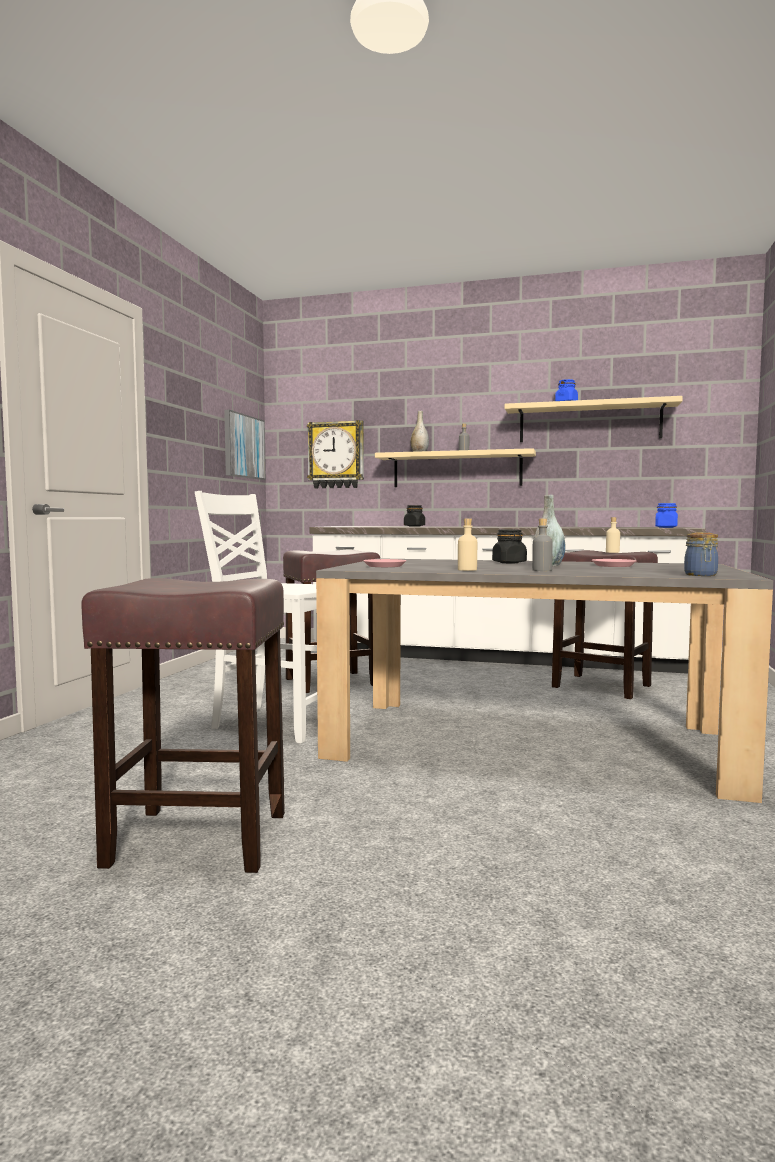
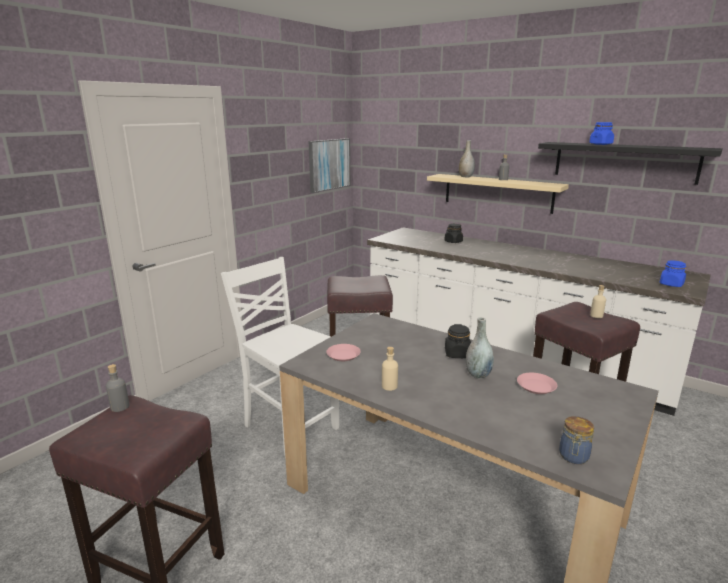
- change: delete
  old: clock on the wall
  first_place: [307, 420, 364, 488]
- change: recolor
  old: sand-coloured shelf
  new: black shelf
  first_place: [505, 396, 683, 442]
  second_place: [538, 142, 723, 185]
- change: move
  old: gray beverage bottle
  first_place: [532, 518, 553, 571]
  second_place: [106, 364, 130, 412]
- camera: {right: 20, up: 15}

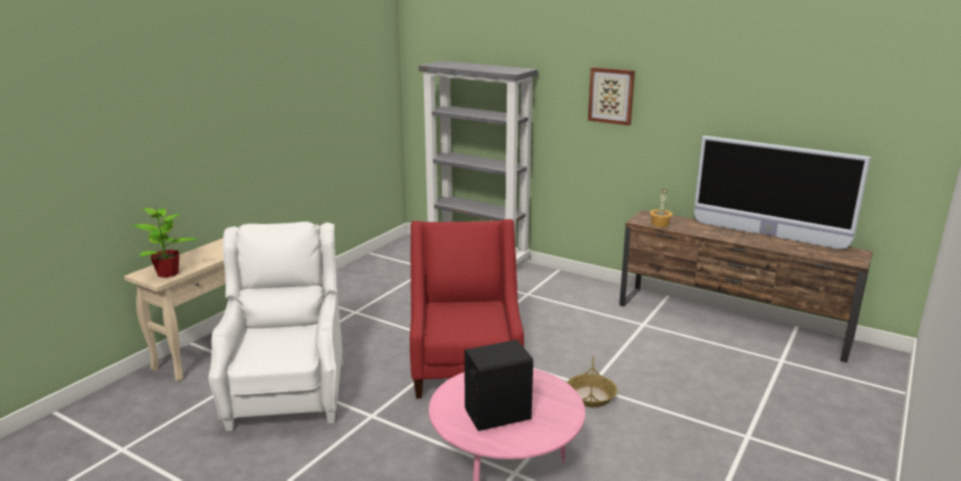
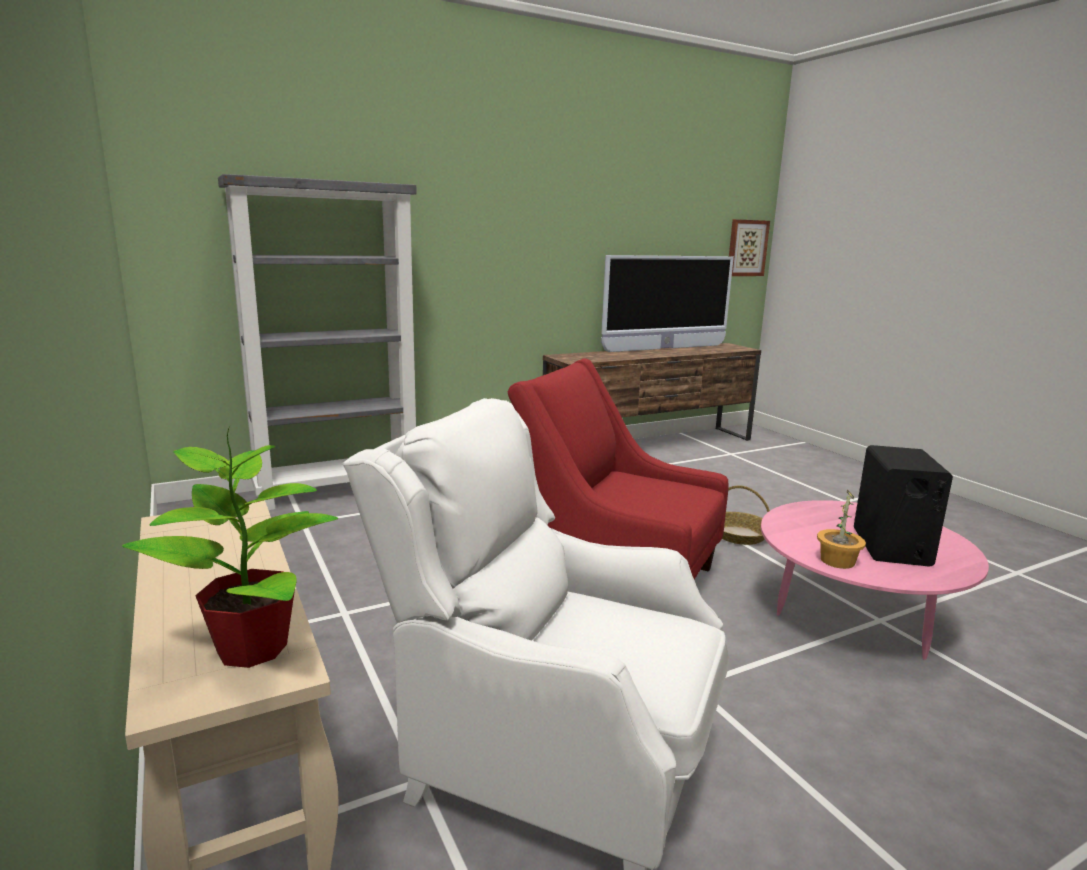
- change: move
  old: wall picture
  first_place: [588, 67, 635, 126]
  second_place: [729, 219, 770, 276]
- change: move
  old: houseplant
  first_place: [650, 189, 672, 227]
  second_place: [817, 489, 866, 569]
- camera: {right: -60, up: -5}

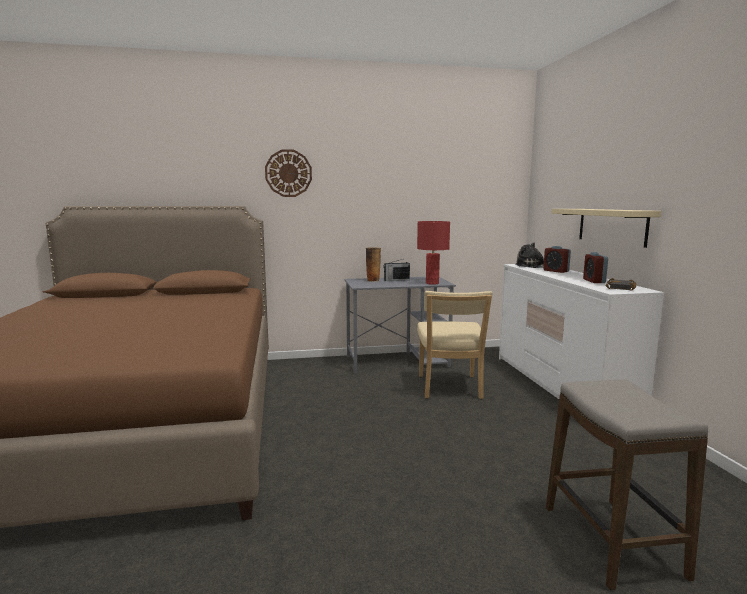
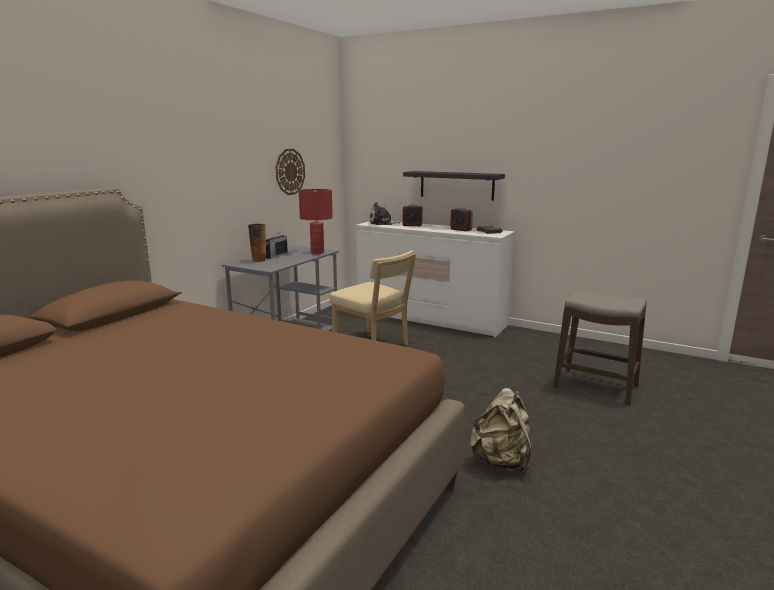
- change: move
  old: clock on the wall
  first_place: [265, 149, 312, 197]
  second_place: [276, 149, 305, 195]
- change: recolor
  old: sand-coloured shelf
  new: black shelf
  first_place: [551, 209, 661, 248]
  second_place: [403, 171, 505, 201]
- change: insert
  new: sand-coloured rucksack
  second_place: [470, 388, 531, 473]
- camera: {right: -50, up: 5}

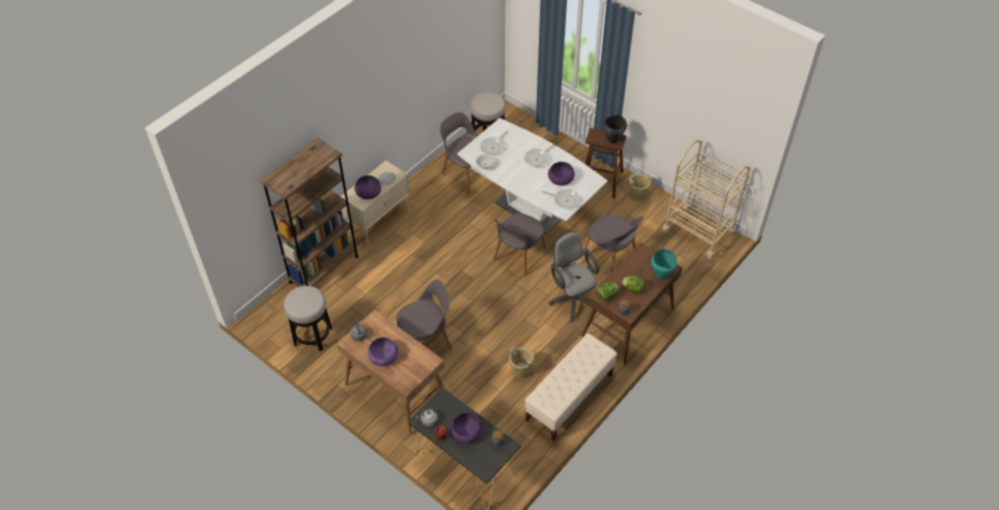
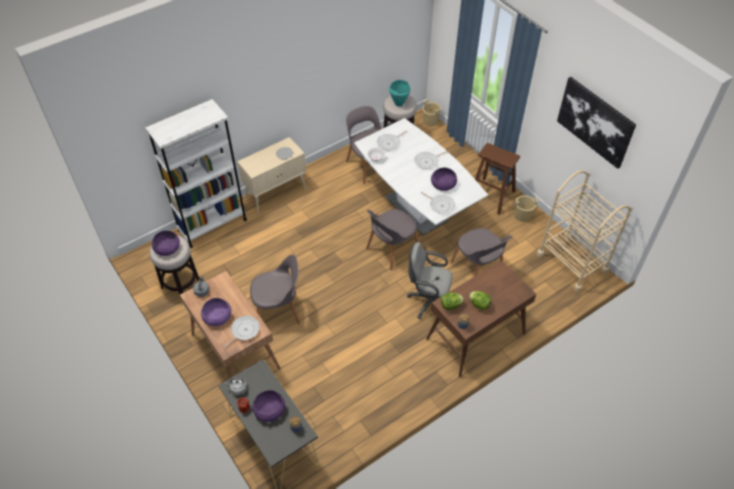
- change: recolor
  old: brown-coloured bookshelf
  new: white bookshelf
  first_place: [260, 138, 359, 287]
  second_place: [145, 99, 247, 248]
- change: move
  old: purple serving bowl
  first_place: [355, 175, 381, 199]
  second_place: [152, 230, 180, 256]
- change: move
  old: sand-coloured pail
  first_place: [509, 346, 534, 378]
  second_place: [422, 99, 441, 126]
- change: delete
  old: sand-coloured long seat
  first_place: [525, 333, 617, 441]
- change: rotate
  old: gray desk chair
  first_place: [549, 232, 599, 322]
  second_place: [407, 242, 452, 319]
  degrees: -60
- change: delete
  old: black saucepot
  first_place: [603, 115, 627, 143]
- change: move
  old: turquoise saucepot
  first_place: [651, 249, 677, 280]
  second_place: [389, 80, 410, 106]
- change: insert
  new: pan
  second_place: [223, 316, 260, 349]
- change: insert
  new: wall picture
  second_place: [557, 77, 636, 169]
- camera: {right: 15, up: 0}

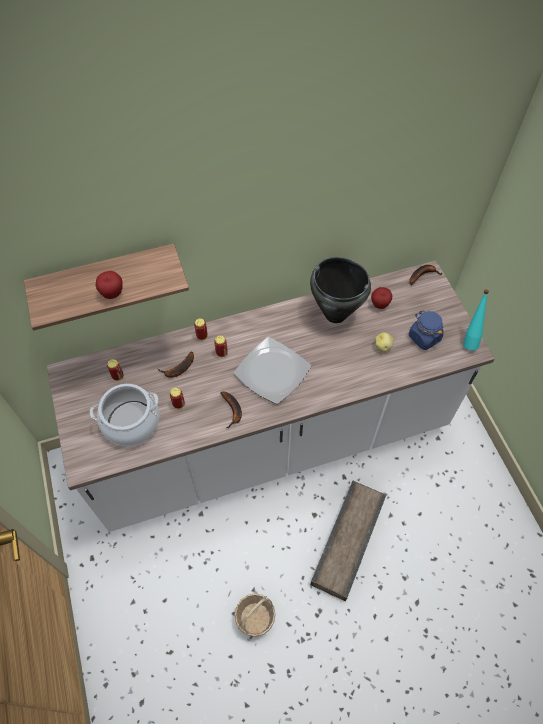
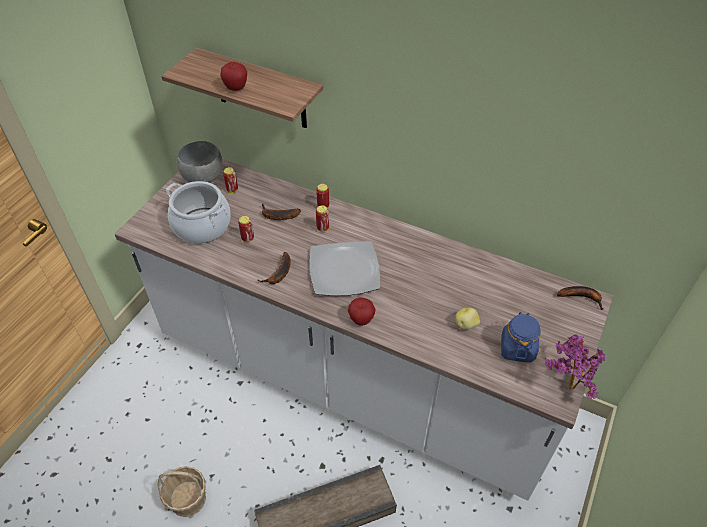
- change: delete
  old: black saucepot
  first_place: [310, 257, 371, 323]
- change: move
  old: apple fruit
  first_place: [371, 287, 392, 309]
  second_place: [348, 298, 375, 326]
- change: replace
  old: turquoise beverage bottle
  new: houseplant
  first_place: [463, 290, 489, 350]
  second_place: [545, 334, 605, 399]
- change: insert
  new: gray serving bowl
  second_place: [177, 141, 222, 183]
- camera: {right: 45, up: -10}

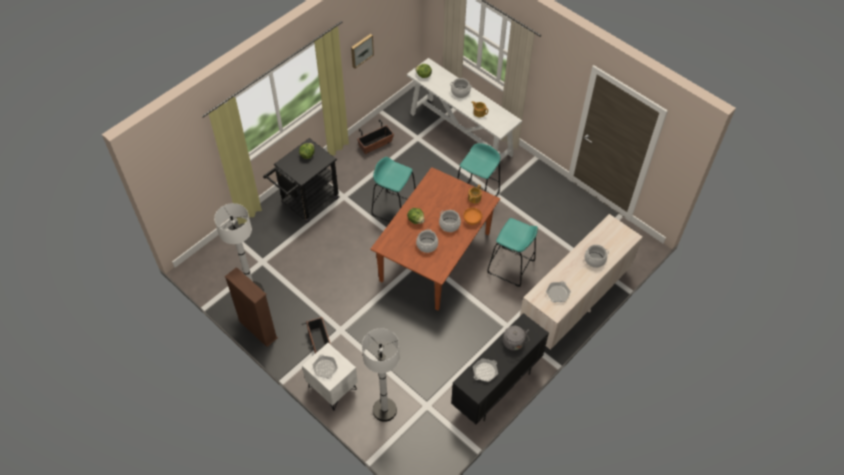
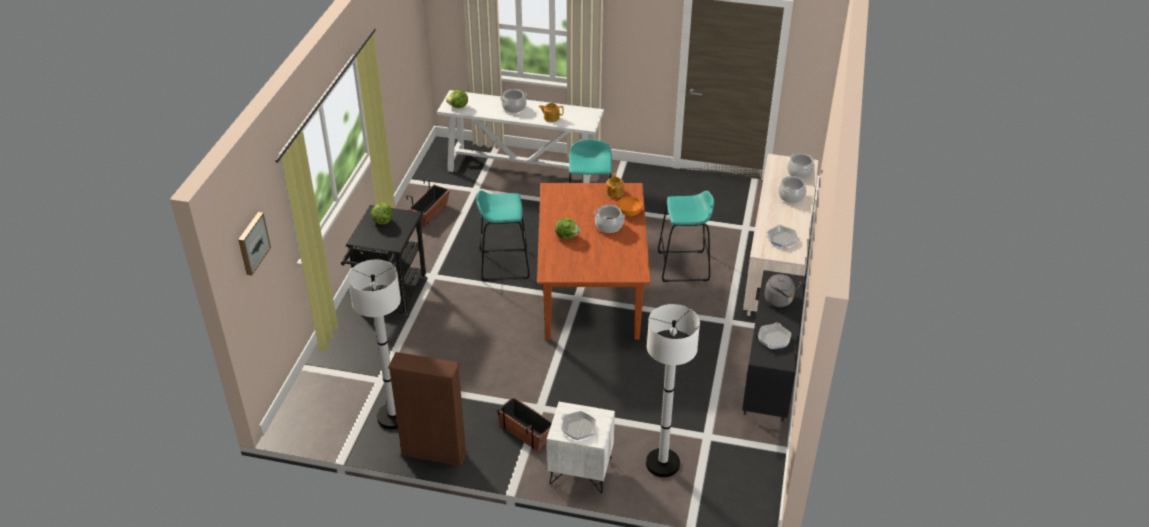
- change: move
  old: wall picture
  first_place: [351, 34, 374, 68]
  second_place: [238, 212, 271, 276]
- change: move
  old: saucepot
  first_place: [416, 229, 438, 253]
  second_place: [787, 153, 815, 179]
- camera: {right: -30, up: -15}

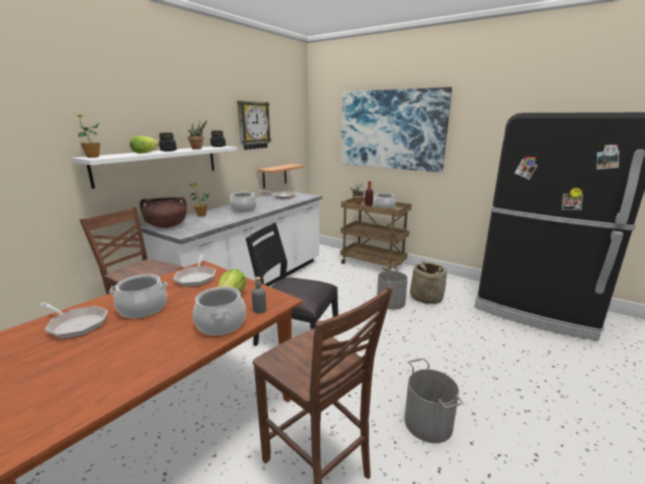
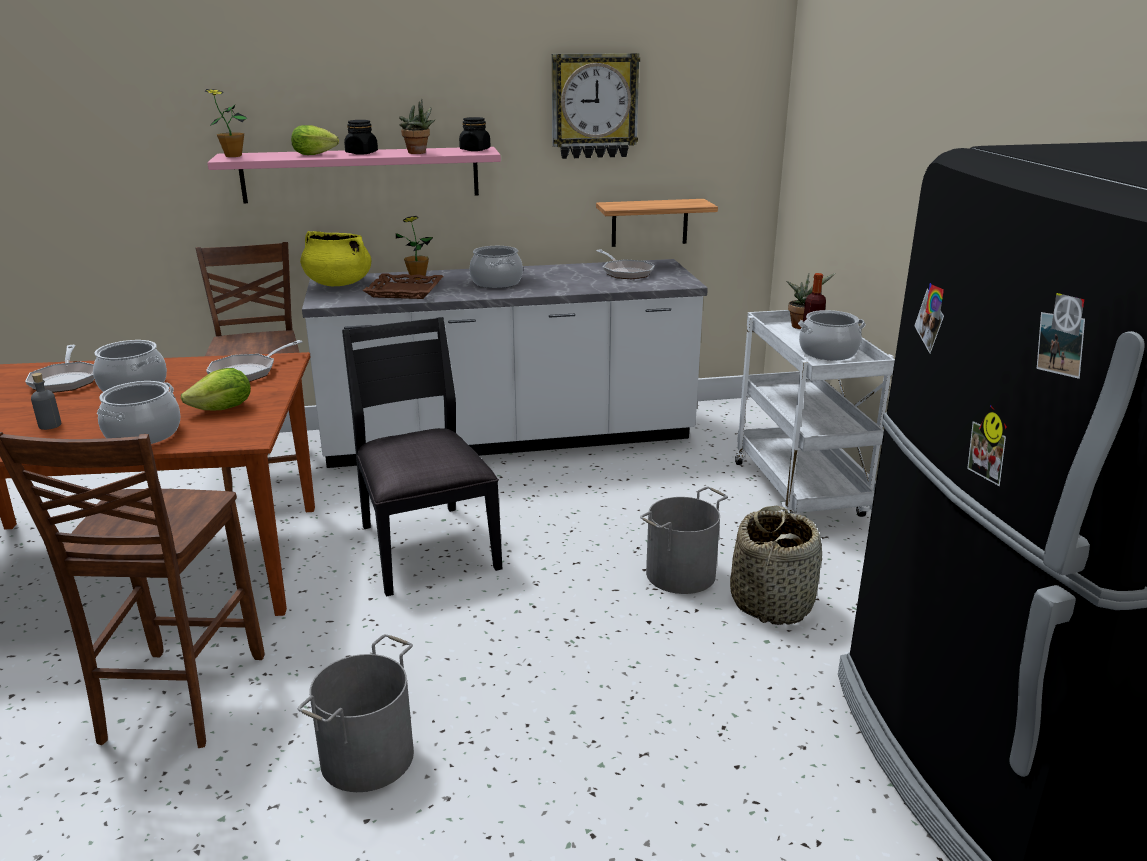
- change: recolor
  old: white shelf
  new: pink-coloured shelf
  first_place: [72, 146, 238, 189]
  second_place: [207, 147, 501, 203]
- change: recolor
  old: brown-coloured saucepot
  new: yellow saucepot
  first_place: [140, 197, 187, 228]
  second_place: [300, 231, 371, 286]
- change: move
  old: gray beverage bottle
  first_place: [252, 277, 266, 314]
  second_place: [31, 373, 61, 430]
- change: recolor
  old: brown-coloured trolley
  new: white trolley
  first_place: [340, 198, 412, 271]
  second_place: [735, 310, 895, 522]
- change: delete
  old: wall picture
  first_place: [341, 87, 452, 172]
- change: insert
  new: brown-coloured tray
  second_place: [363, 273, 443, 299]
- camera: {right: 45, up: 5}

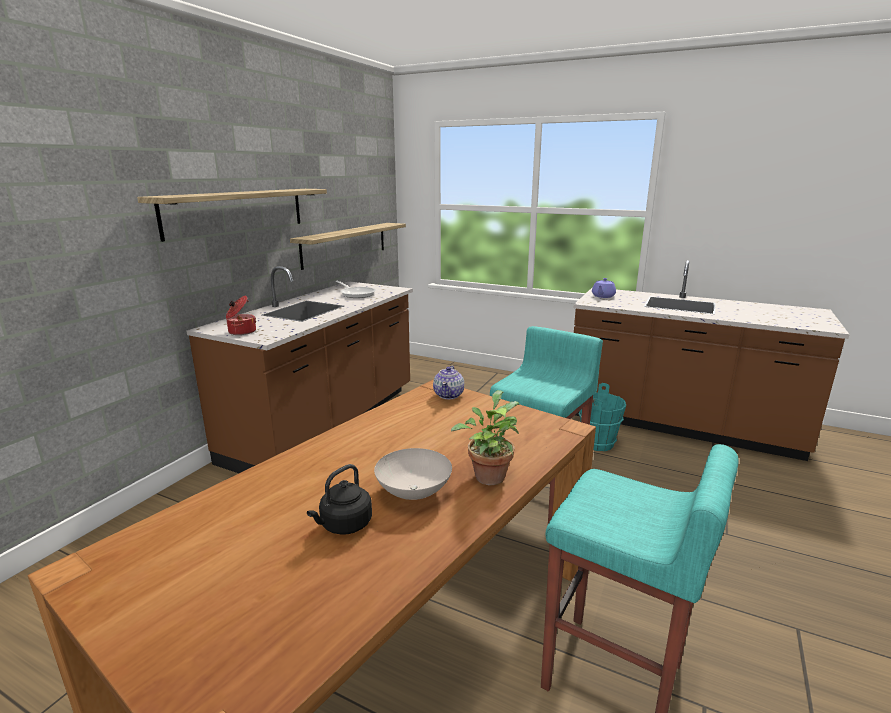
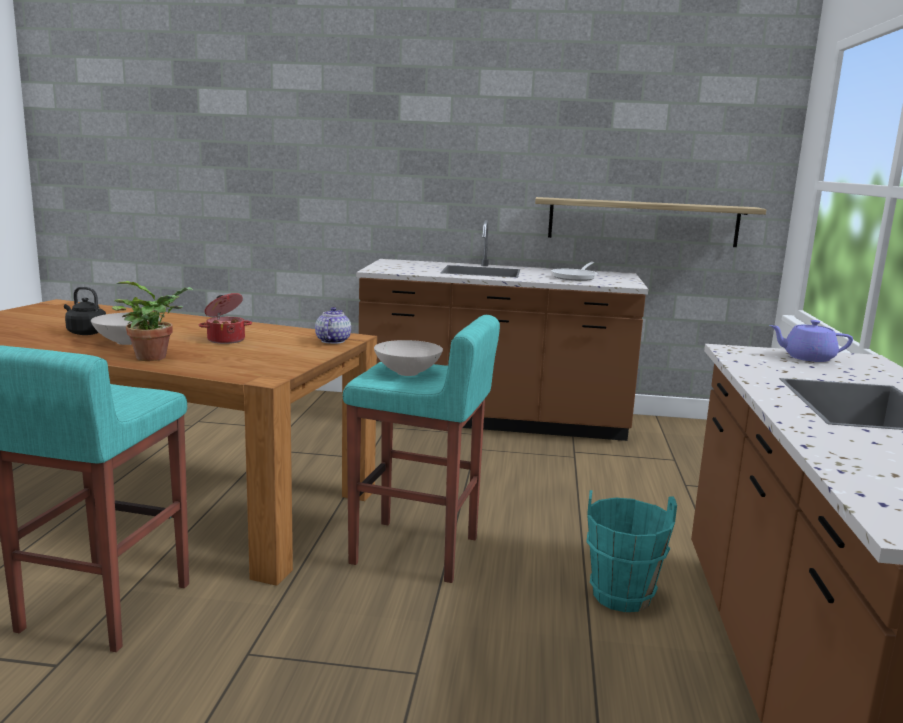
- change: delete
  old: shelf
  first_place: [137, 189, 327, 242]
- change: move
  old: saucepot
  first_place: [226, 296, 257, 335]
  second_place: [199, 293, 252, 344]
- change: rotate
  old: tea pot
  first_place: [433, 366, 464, 399]
  second_place: [315, 307, 351, 344]
  degrees: 105
- change: insert
  new: white serving bowl
  second_place: [374, 340, 443, 376]
- camera: {right: 70, up: -5}

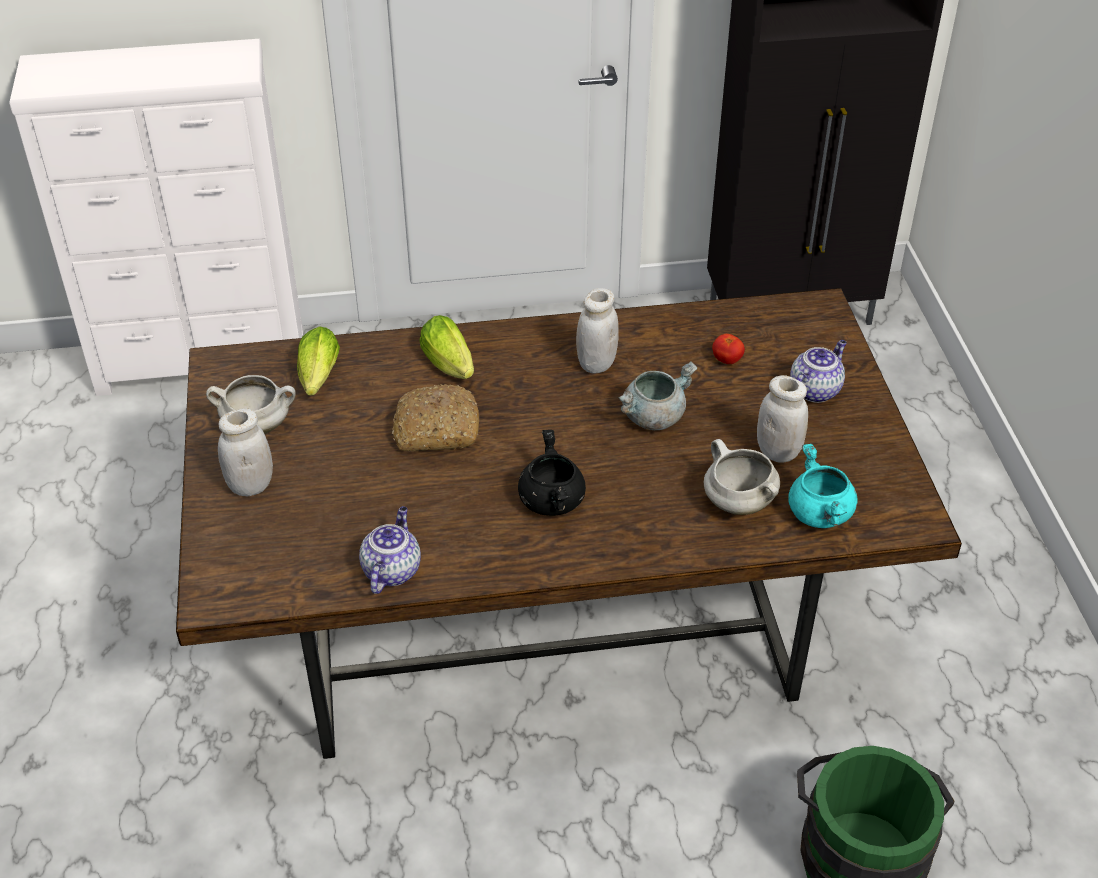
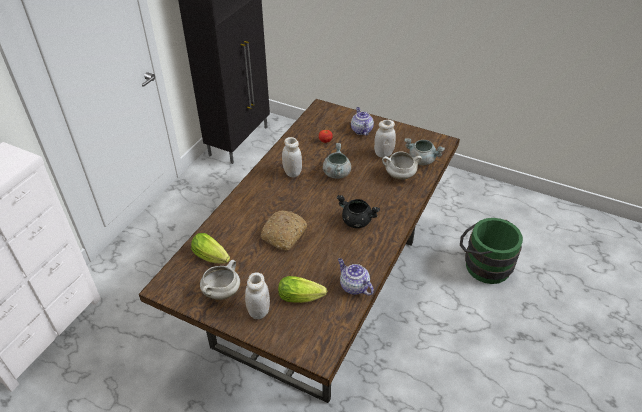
- change: move
  old: lettuce
  first_place: [419, 315, 474, 379]
  second_place: [278, 276, 327, 303]
- change: recolor
  old: turquoise saucepot
  new: gray saucepot
  first_place: [788, 444, 858, 528]
  second_place: [404, 138, 445, 165]
- camera: {right: -55, up: 0}

